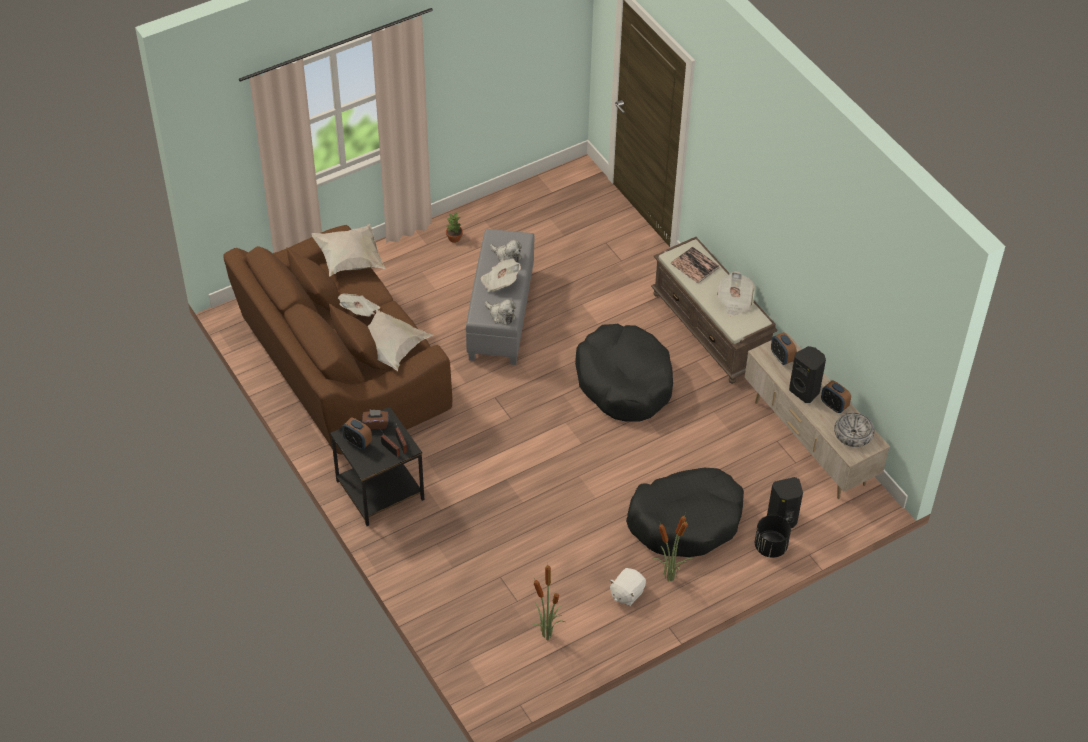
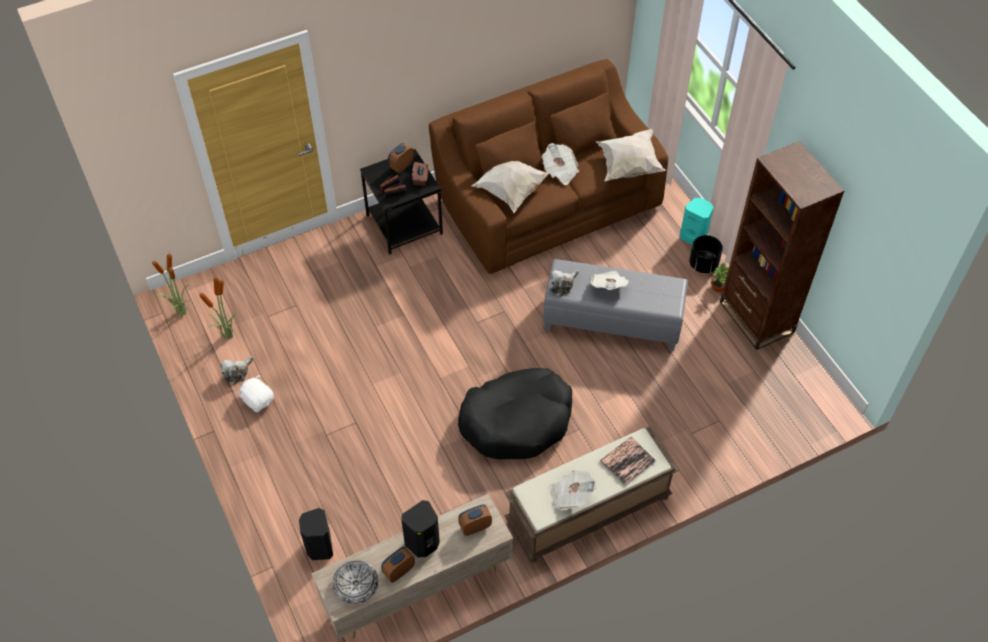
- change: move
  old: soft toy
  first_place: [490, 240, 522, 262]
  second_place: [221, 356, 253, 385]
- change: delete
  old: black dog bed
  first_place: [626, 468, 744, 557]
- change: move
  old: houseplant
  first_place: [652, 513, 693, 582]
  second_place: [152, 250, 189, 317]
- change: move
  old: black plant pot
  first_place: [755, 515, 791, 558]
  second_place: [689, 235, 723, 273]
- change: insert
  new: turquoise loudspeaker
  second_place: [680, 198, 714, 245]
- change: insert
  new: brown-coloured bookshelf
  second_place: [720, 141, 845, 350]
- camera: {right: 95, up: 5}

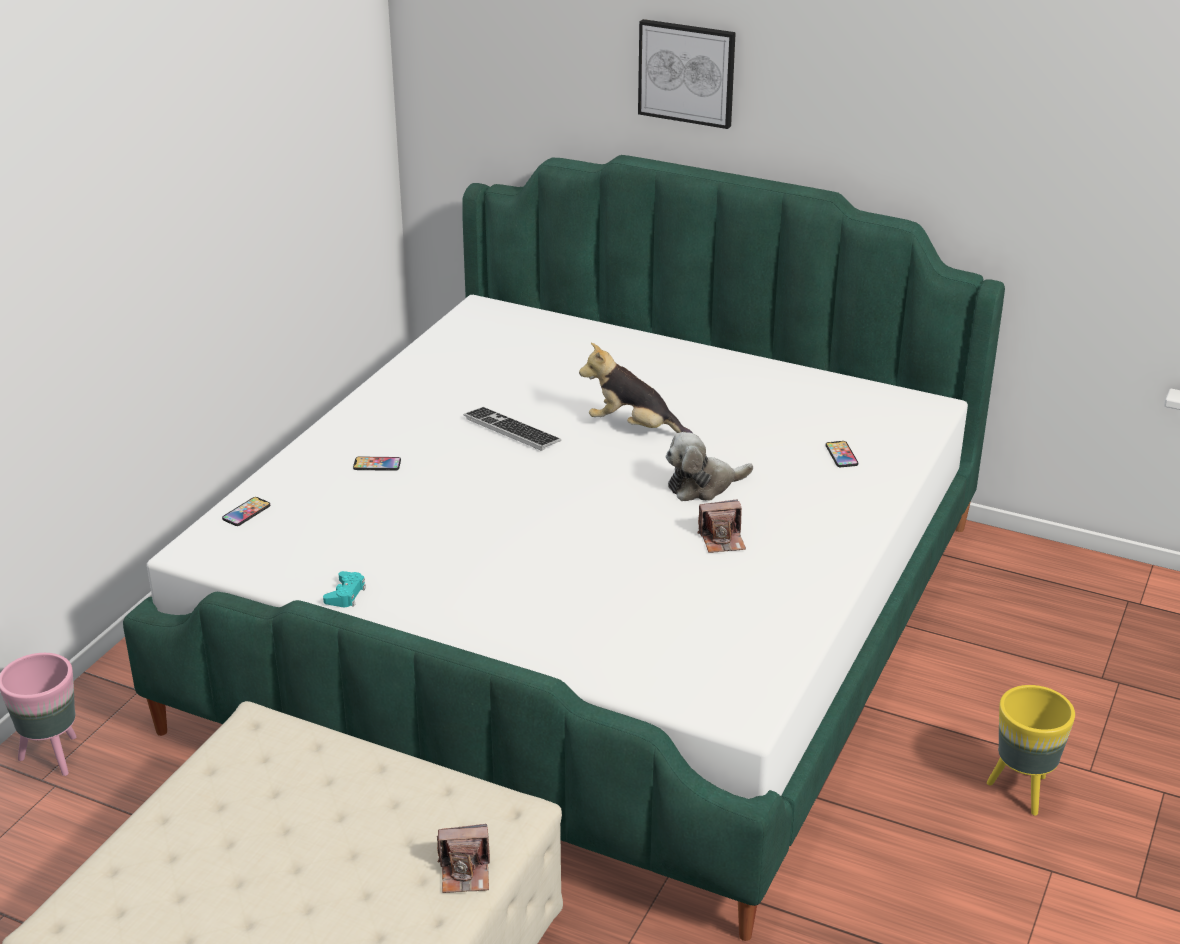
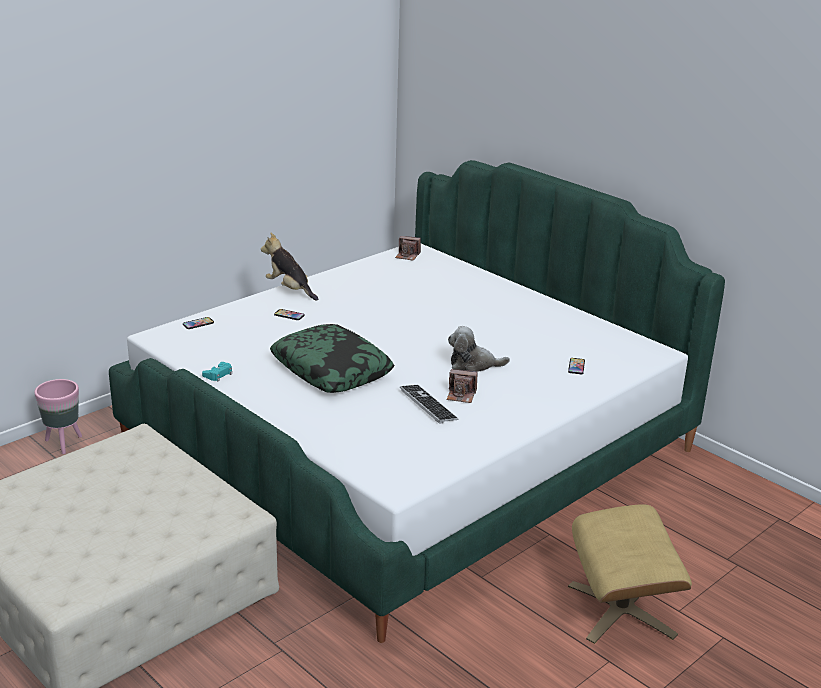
- change: move
  old: photo camera
  first_place: [437, 824, 490, 893]
  second_place: [395, 236, 421, 261]
- change: move
  old: keyboard
  first_place: [464, 407, 561, 451]
  second_place: [400, 385, 459, 424]
- change: move
  old: soft toy
  first_place: [579, 343, 693, 433]
  second_place: [261, 233, 318, 301]
- change: delete
  old: wall picture
  first_place: [638, 19, 736, 129]
- change: replace
  old: yellow plant pot
  new: sand-coloured footrest
  first_place: [987, 685, 1075, 816]
  second_place: [568, 504, 692, 644]
- change: insert
  new: pillow
  second_place: [270, 324, 394, 393]
- camera: {right: 20, up: -5}

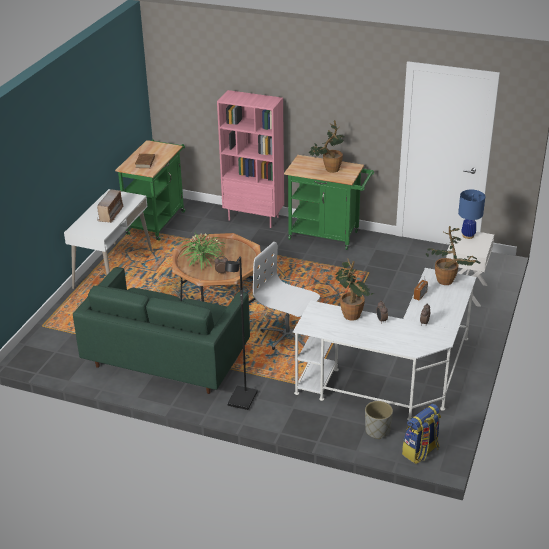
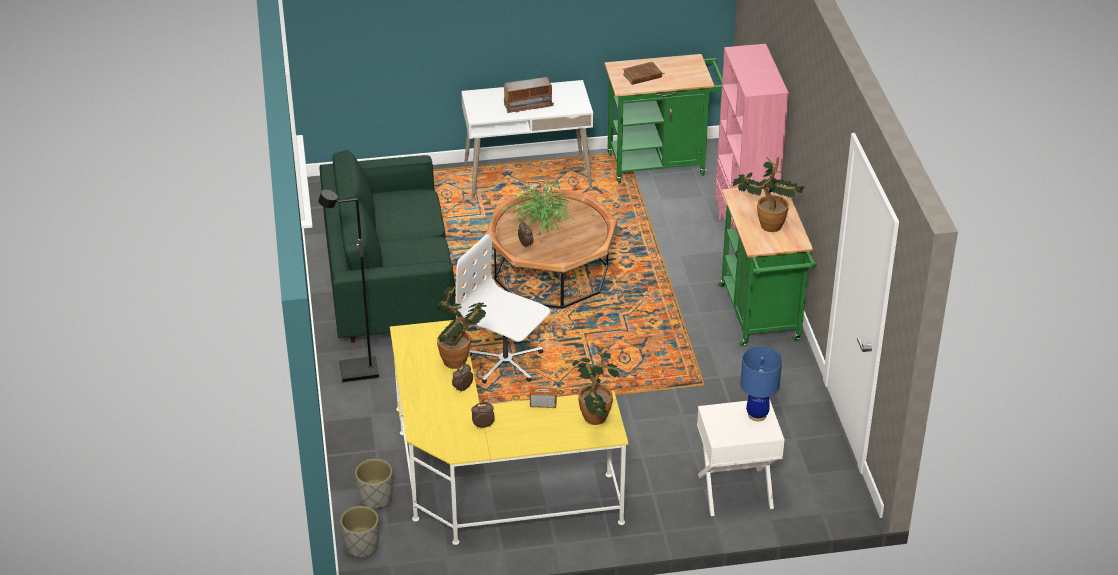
- change: rotate
  old: white desk chair
  first_place: [253, 242, 320, 350]
  second_place: [456, 234, 550, 384]
  degrees: -60
- change: recolor
  old: white desk table
  new: yellow desk table
  first_place: [293, 268, 476, 421]
  second_place: [390, 320, 629, 545]
- change: replace
  old: rucksack
  new: gray plant pot
  first_place: [402, 404, 441, 464]
  second_place: [340, 506, 379, 557]
- camera: {right: 60, up: 5}

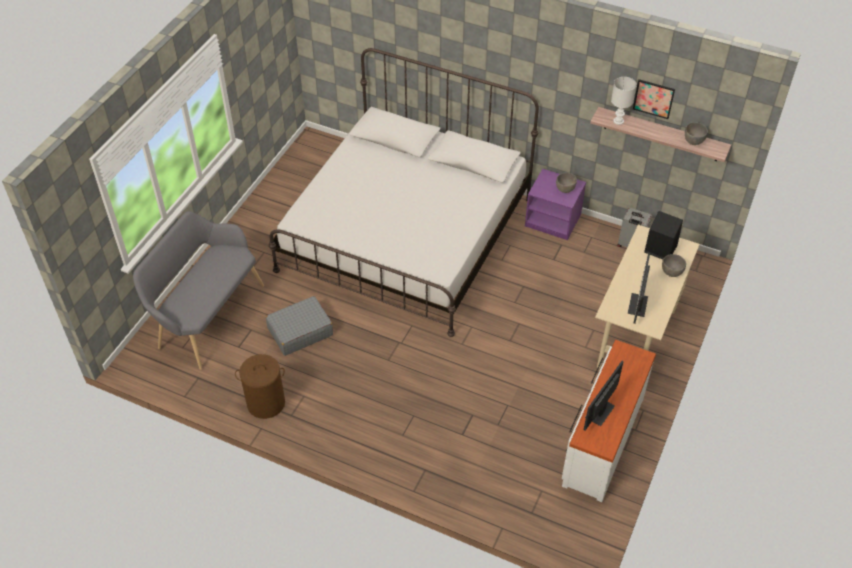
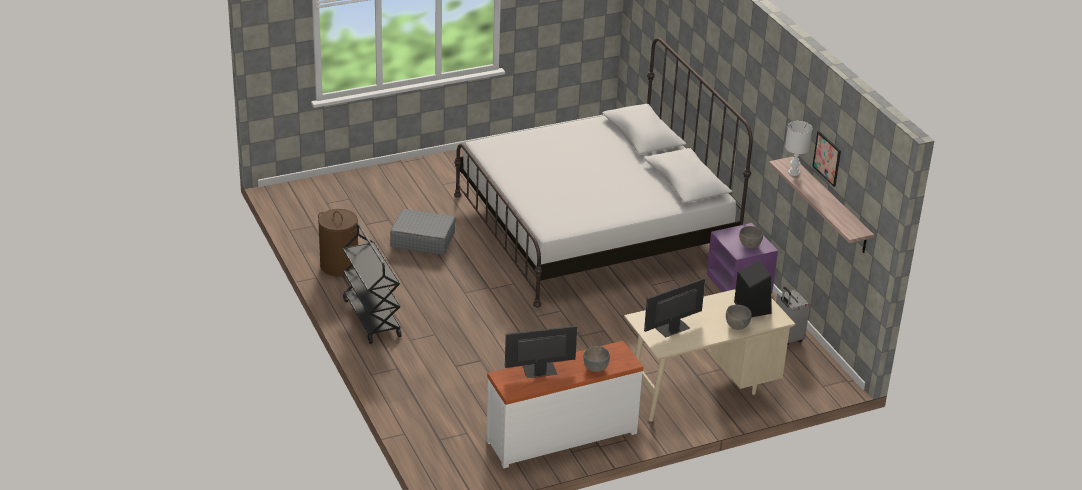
- change: delete
  old: gray long seat
  first_place: [133, 211, 264, 370]
- change: move
  old: gray serving bowl
  first_place: [685, 122, 708, 145]
  second_place: [584, 346, 610, 372]
- change: insert
  new: black trolley
  second_place: [343, 224, 402, 344]
- camera: {right: 40, up: -15}

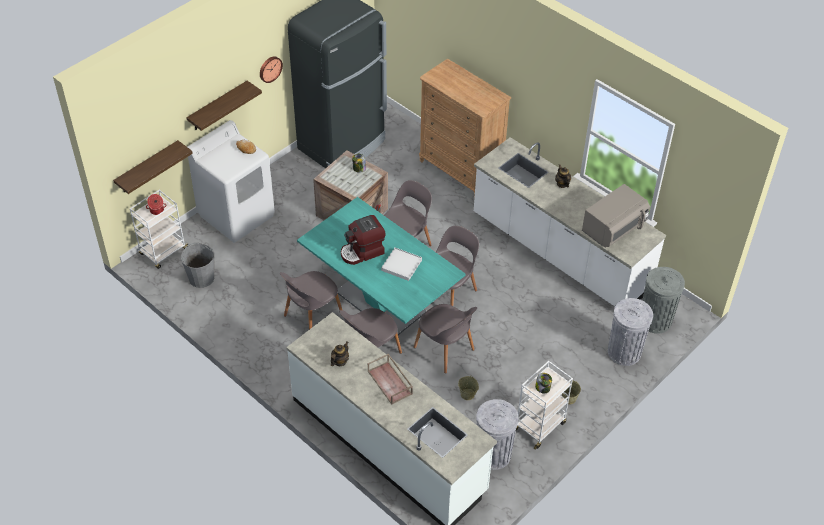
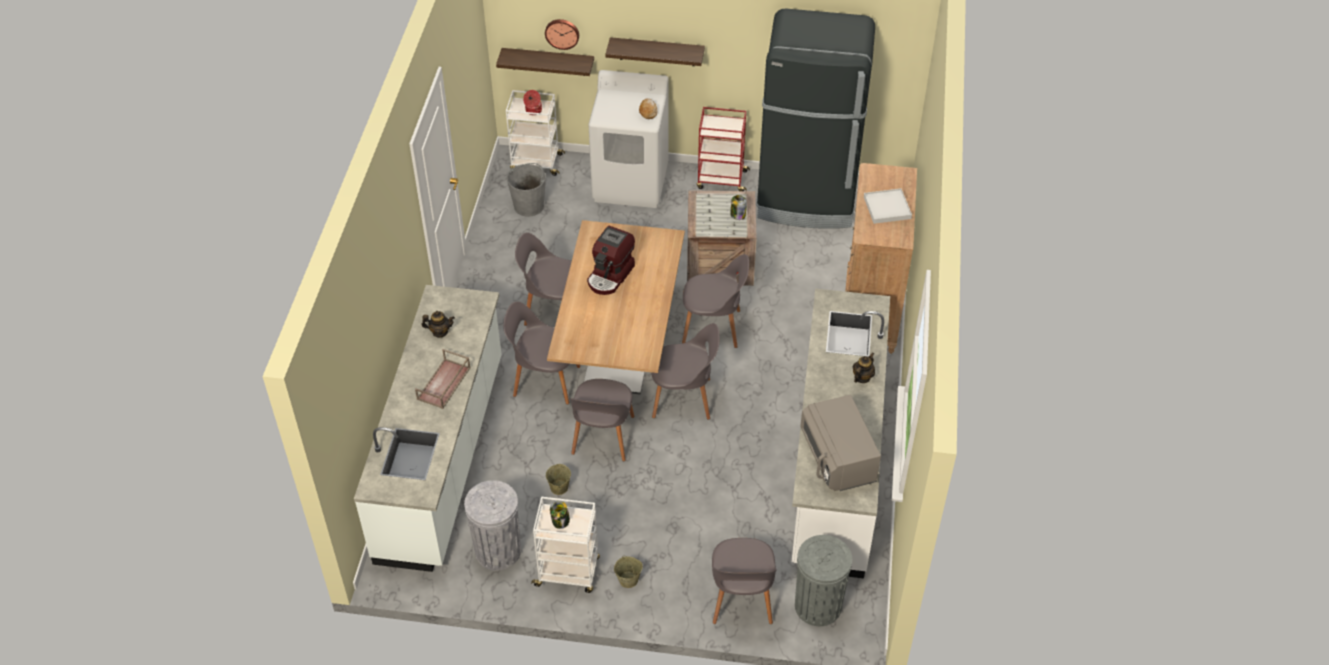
- change: move
  old: clock on the wall
  first_place: [260, 56, 283, 83]
  second_place: [545, 19, 579, 50]
- change: recolor
  old: turquoise dinner table
  new: brown-coloured dinner table
  first_place: [297, 197, 466, 338]
  second_place: [547, 220, 685, 394]
- change: rotate
  old: coffee maker
  first_place: [341, 215, 386, 265]
  second_place: [587, 226, 635, 295]
  degrees: -90
- change: move
  old: white tray
  first_place: [381, 247, 422, 281]
  second_place: [864, 188, 912, 224]
- change: rotate
  old: gray microwave oven
  first_place: [582, 184, 650, 248]
  second_place: [800, 395, 881, 491]
  degrees: 60
- change: replace
  old: gray waste bin
  new: gray plain chair
  first_place: [608, 298, 653, 366]
  second_place: [712, 538, 777, 624]
- change: insert
  new: reddish trolley
  second_place: [696, 107, 750, 191]
- camera: {right: 55, up: 0}

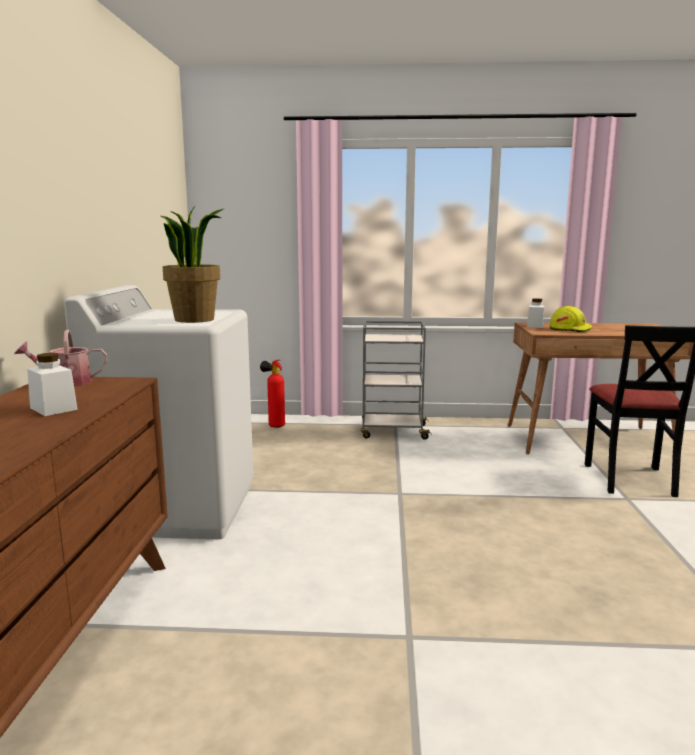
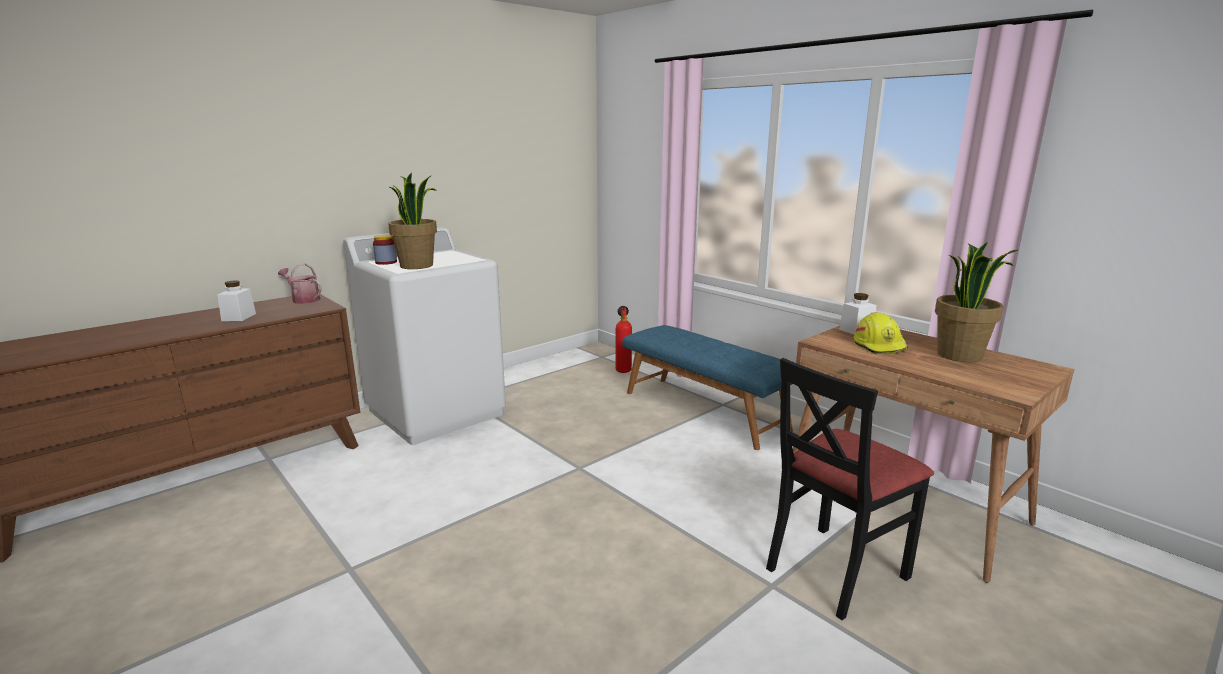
- change: replace
  old: gray trolley
  new: blue-coloured long seat
  first_place: [361, 321, 432, 440]
  second_place: [622, 325, 793, 450]
- change: insert
  new: jar
  second_place: [373, 235, 397, 265]
- change: insert
  new: houseplant
  second_place: [935, 242, 1018, 362]
- camera: {right: 45, up: 5}

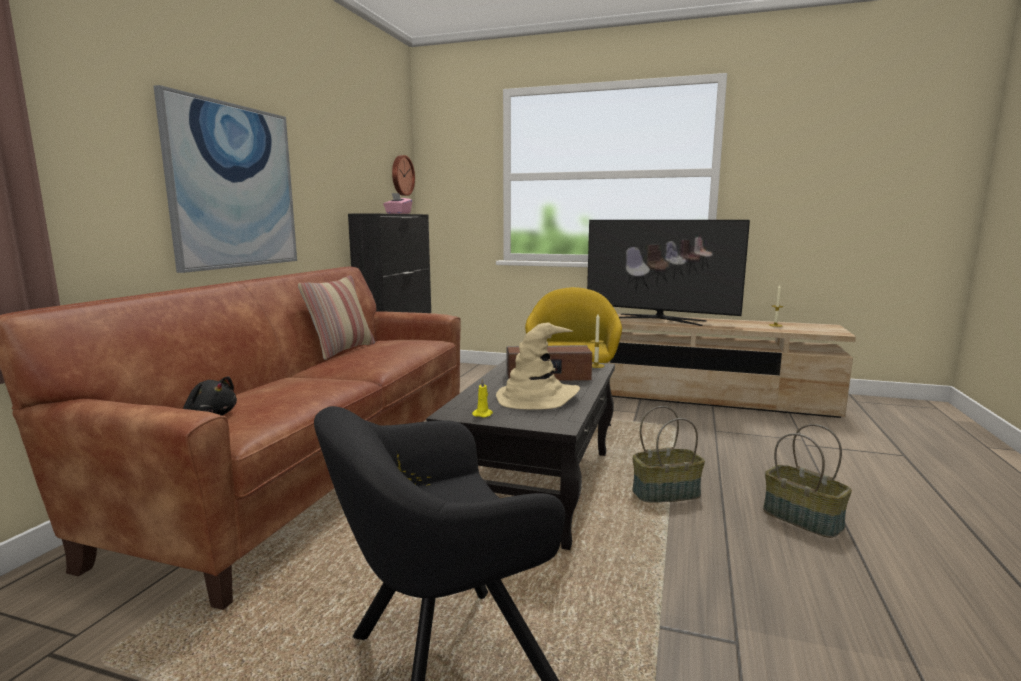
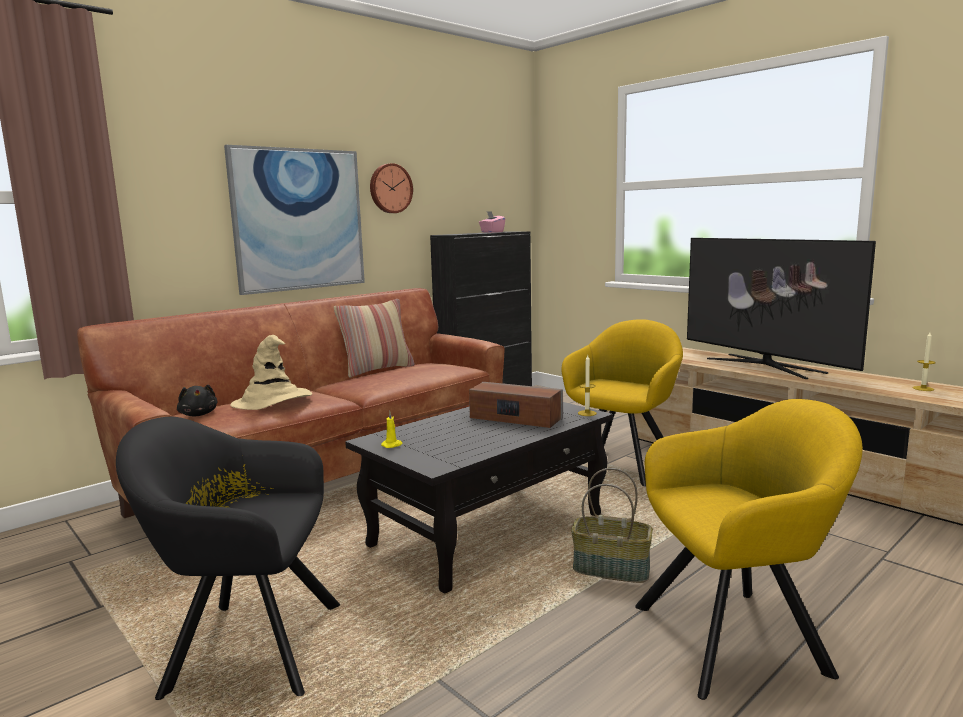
- change: move
  old: clock on the wall
  first_place: [392, 155, 415, 196]
  second_place: [370, 163, 413, 213]
- change: move
  old: sand-coloured wearable hat
  first_place: [496, 323, 580, 410]
  second_place: [230, 335, 312, 410]
- change: replace
  old: basket
  new: yellow lounge chair
  first_place: [763, 424, 852, 538]
  second_place: [635, 399, 863, 700]
- camera: {right: 30, up: 0}

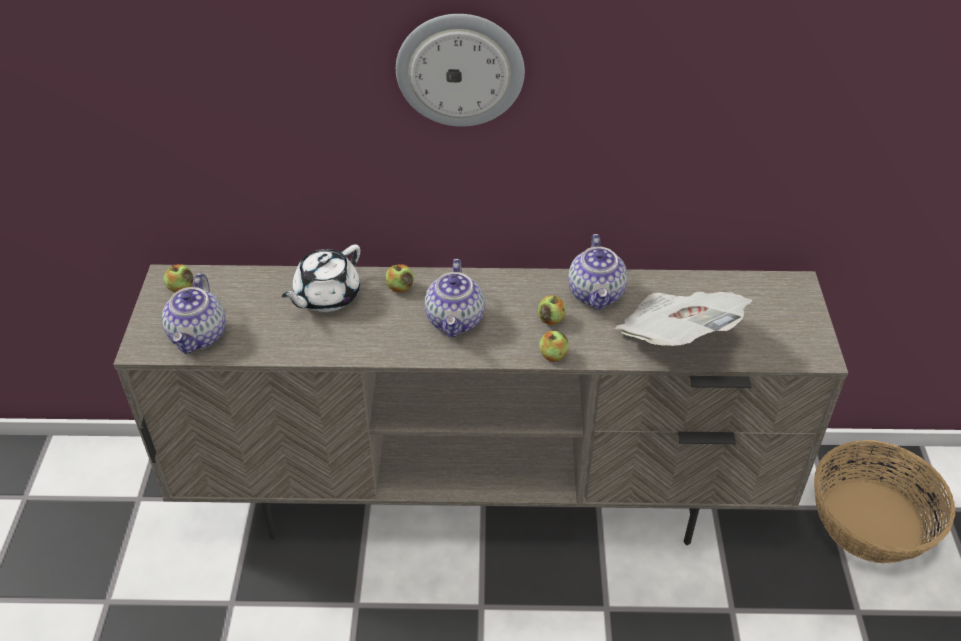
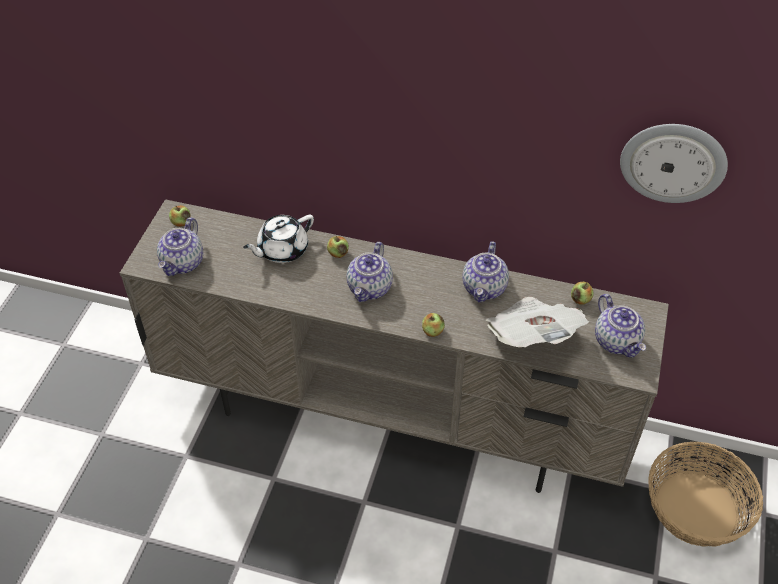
- change: move
  old: clock on the wall
  first_place: [396, 14, 525, 127]
  second_place: [620, 124, 728, 203]
- change: move
  old: apple fruit
  first_place: [538, 295, 566, 325]
  second_place: [571, 282, 594, 305]
- change: insert
  new: tea pot
  second_place: [595, 294, 646, 358]
- camera: {right: 15, up: 5}

